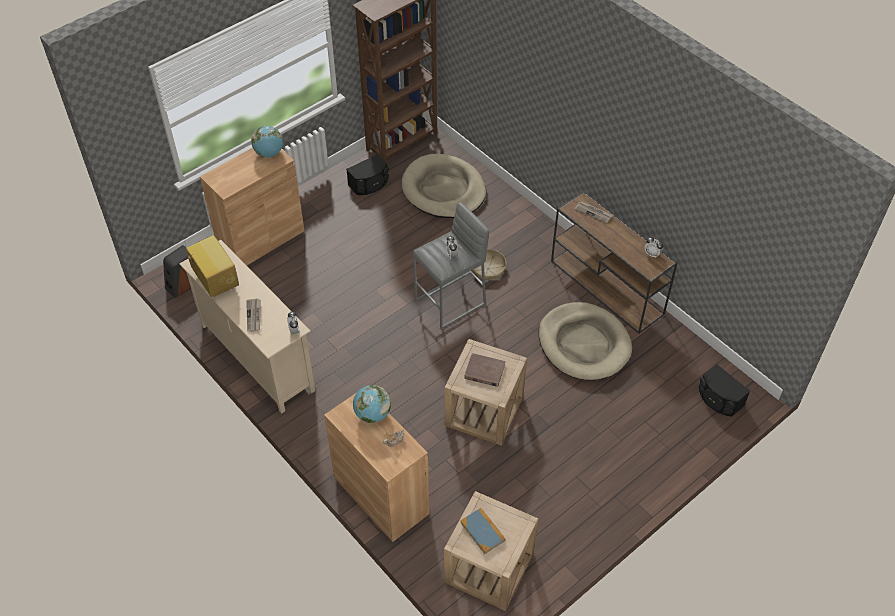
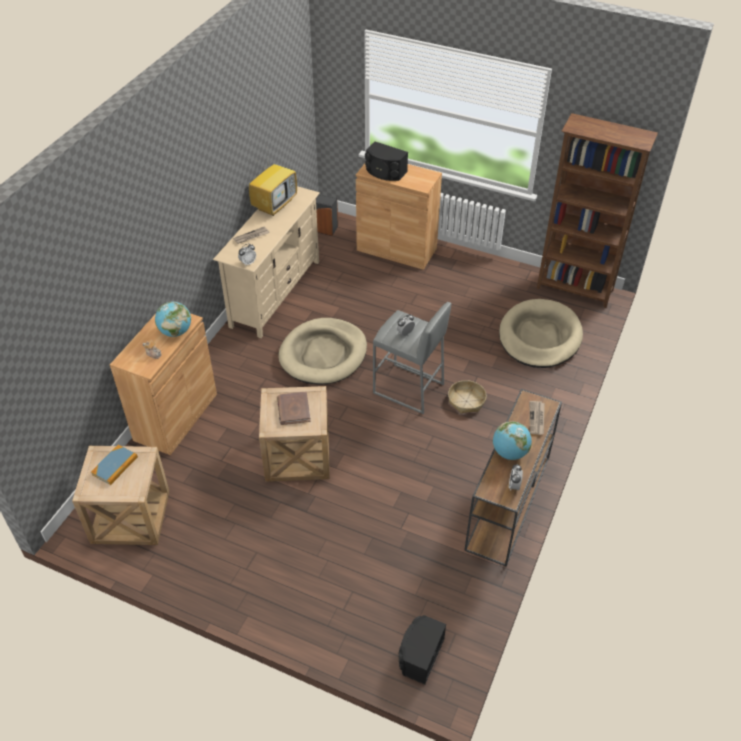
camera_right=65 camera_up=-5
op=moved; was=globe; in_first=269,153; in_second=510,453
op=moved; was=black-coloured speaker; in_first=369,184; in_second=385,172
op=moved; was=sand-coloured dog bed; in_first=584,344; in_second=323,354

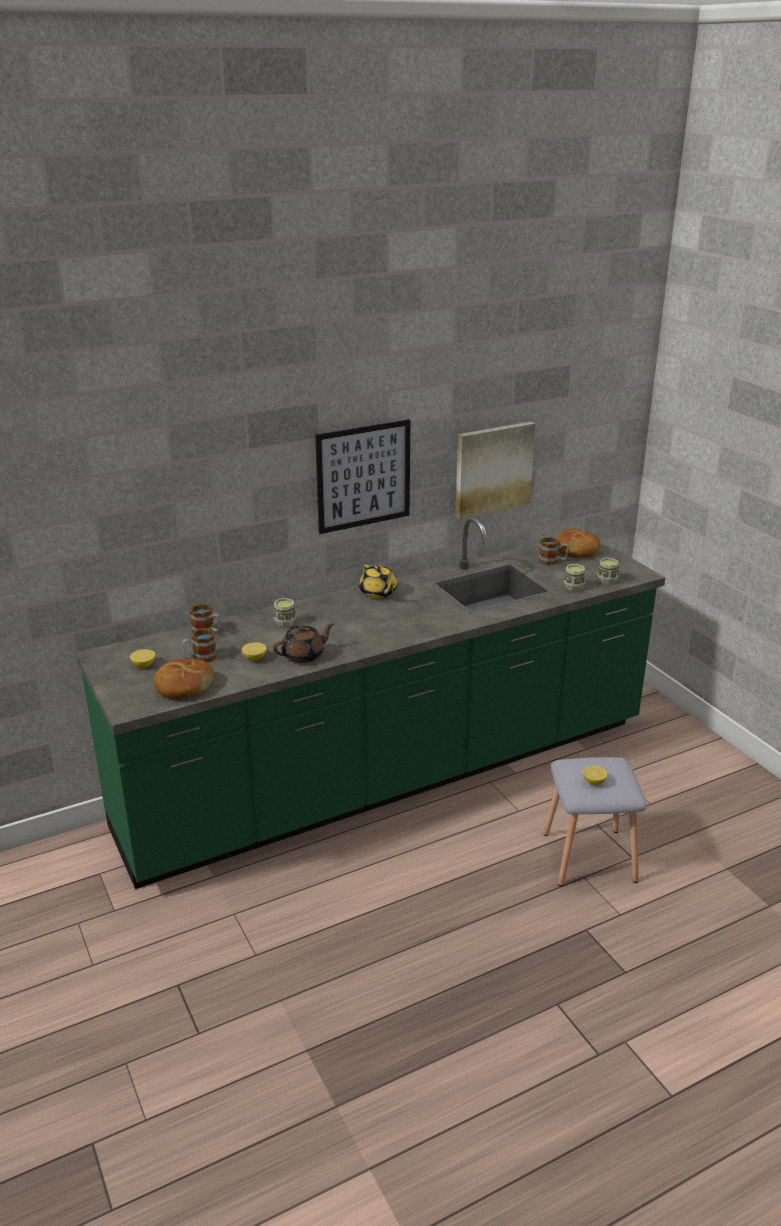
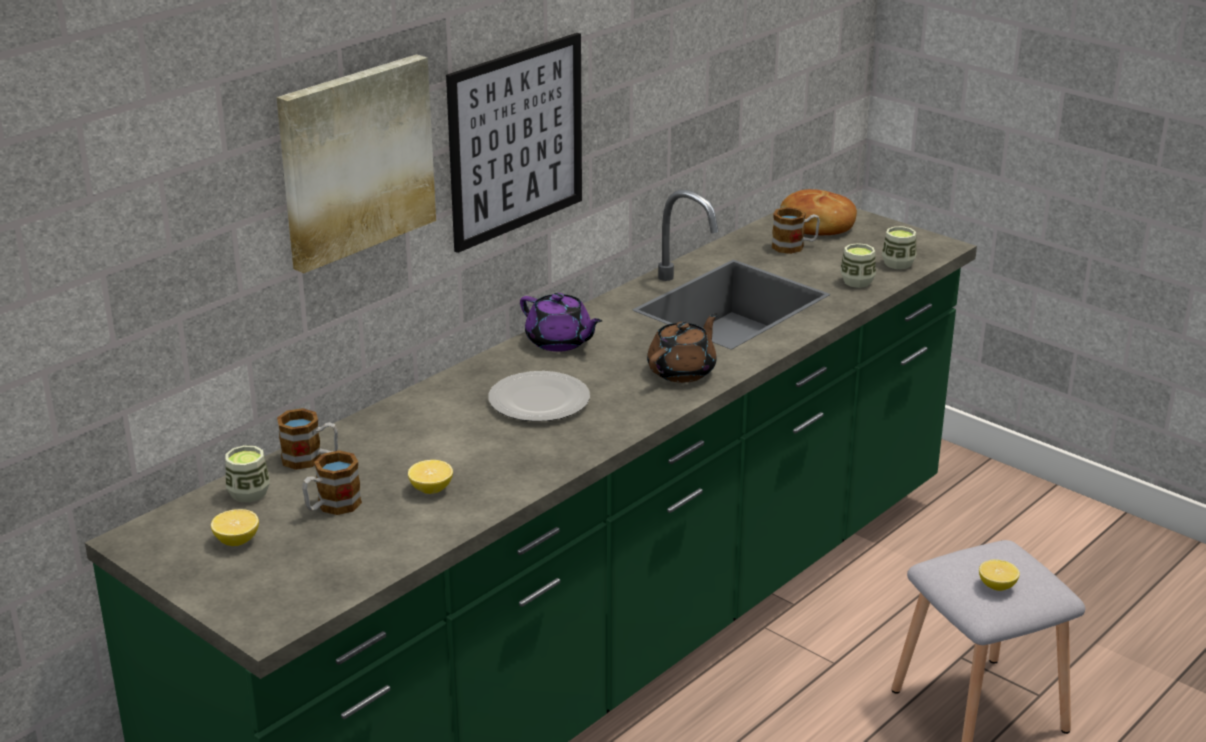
camera_right=-20 camera_up=0
op=moved; was=wall picture; in_first=493,468; in_second=355,160
op=recoloured; was=yellow tea pot; now=purple-coloured tea pot; in_first=378,593; in_second=559,342
op=moved; was=cup; in_first=285,623; in_second=249,493
op=moved; was=brownish tea pot; in_first=304,655; in_second=683,371
op=removed; was=bakery bread; in_first=183,686
op=added; now=dinner plate; in_second=538,401

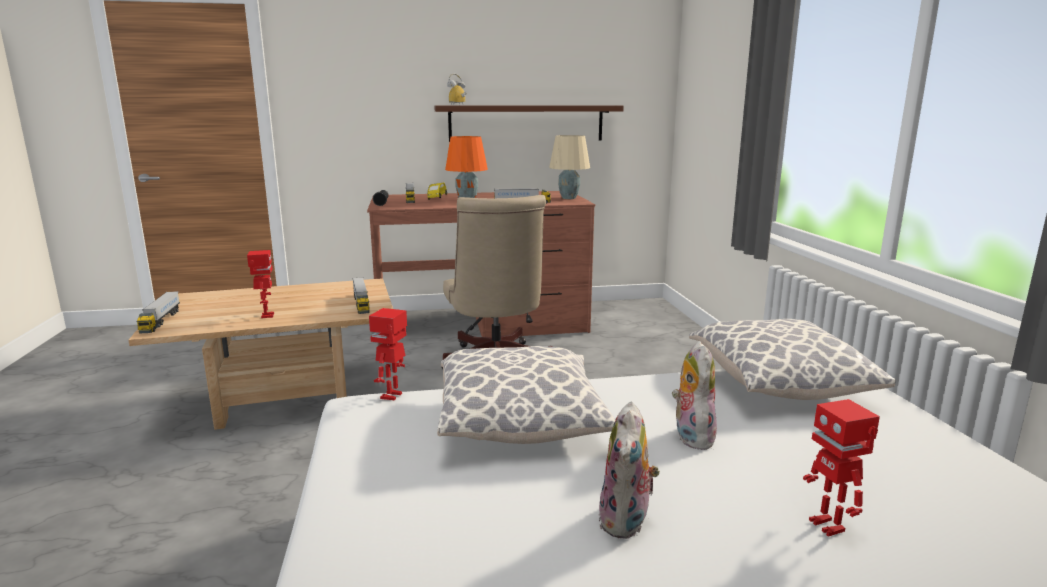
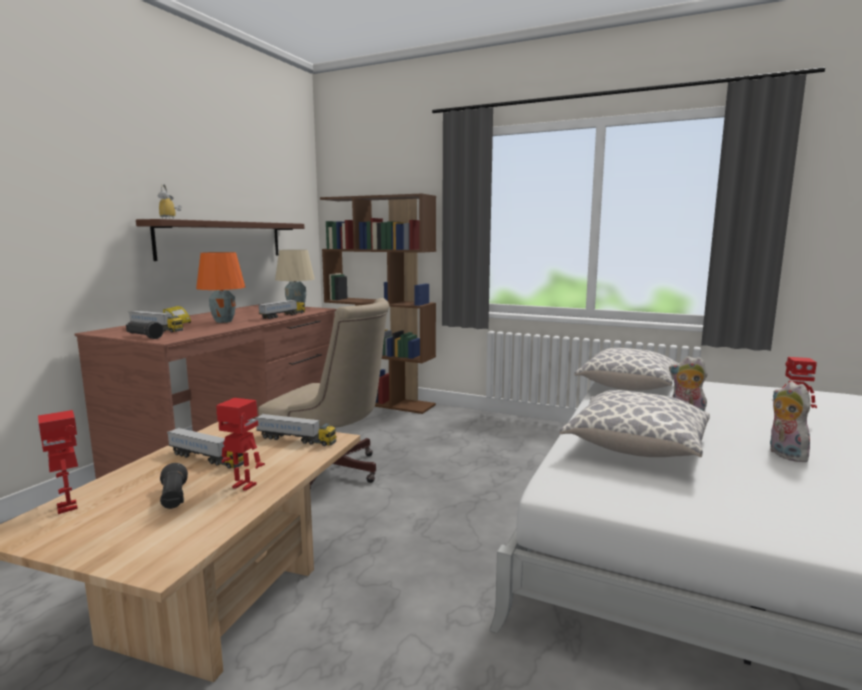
camera_right=-55 camera_up=-5
op=moved; was=model truck; in_first=161,321; in_second=206,459
op=moved; was=robot figure; in_first=392,396; in_second=68,507
op=turned; was=plush toy; in_first=627,522; in_second=784,454; clockwise=-150
op=added; now=brownish bookshelf; in_second=381,402
op=added; now=black-coloured hand torch; in_second=174,498

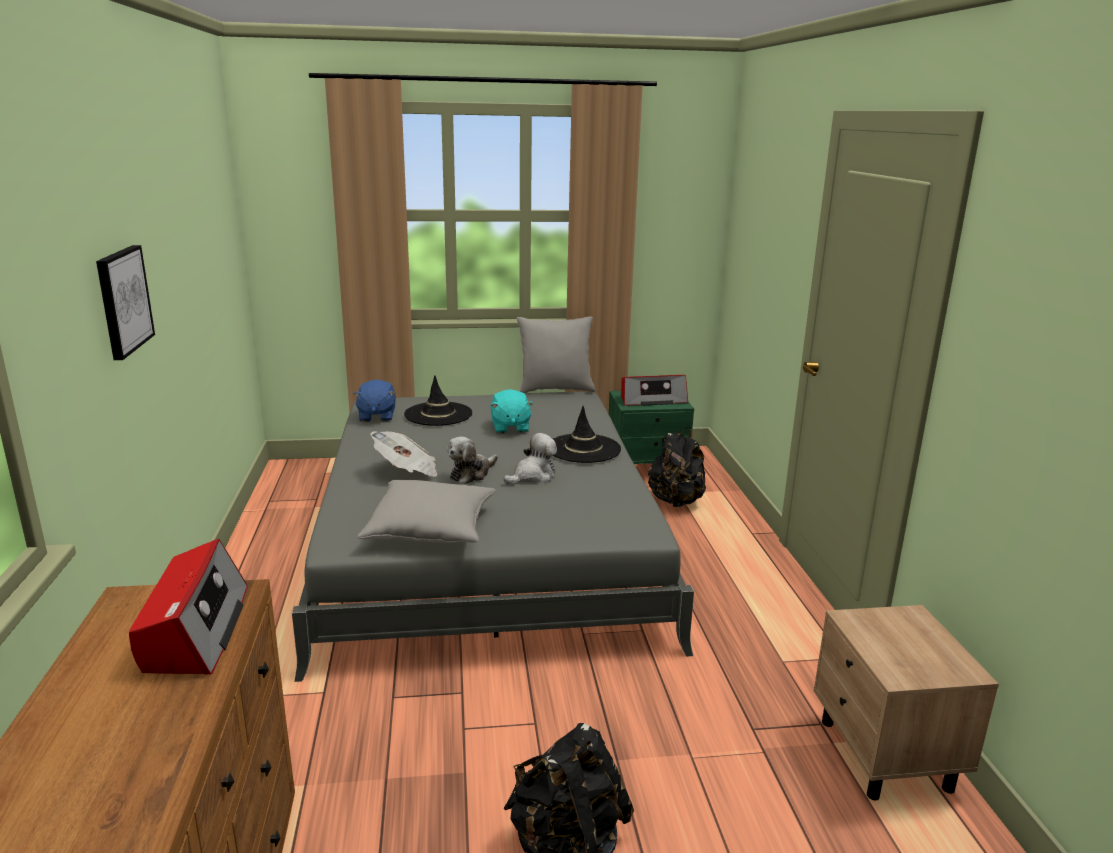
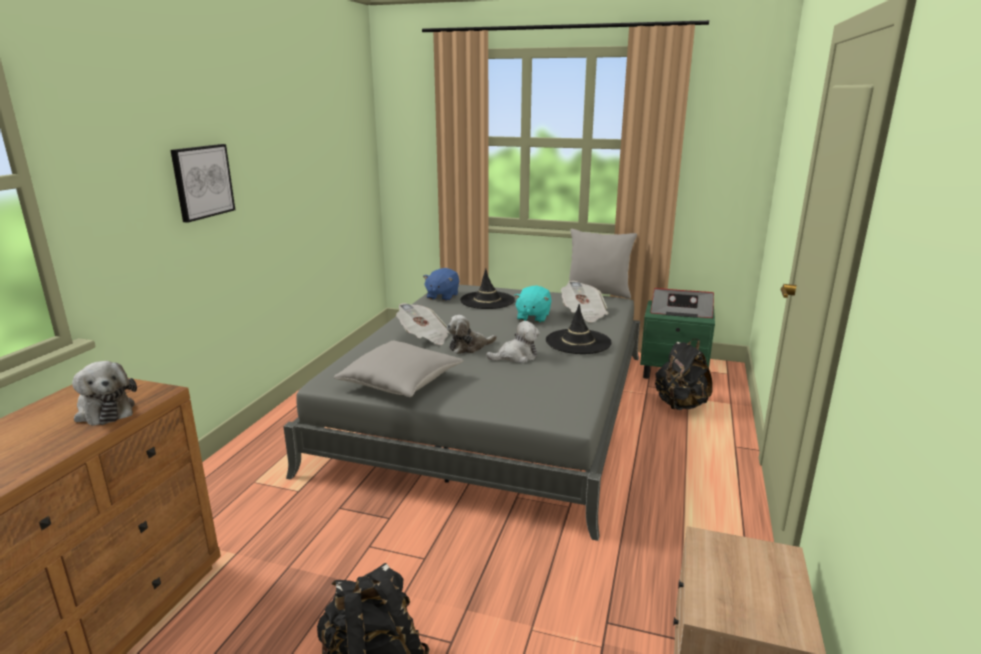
camera_right=25 camera_up=0
op=replaced; was=radio receiver; now=plush toy; in_first=195,629; in_second=105,411
op=added; now=daily paper; in_second=583,314

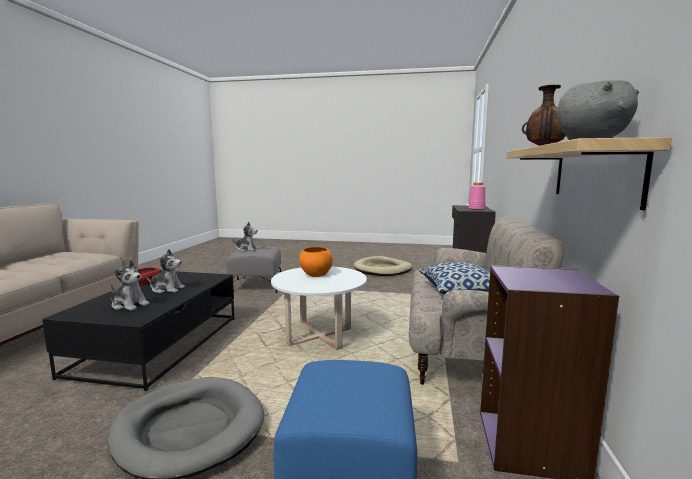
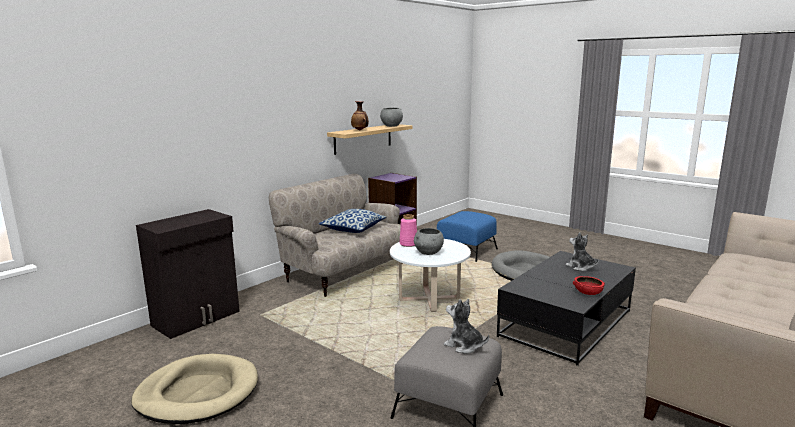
camera_right=-150 camera_up=5
op=moved; was=pink-coloured vase; in_first=476,209; in_second=408,244
op=recoloured; was=orange serving bowl; now=grey serving bowl; in_first=316,274; in_second=428,253
op=removed; was=plush toy; in_first=167,289

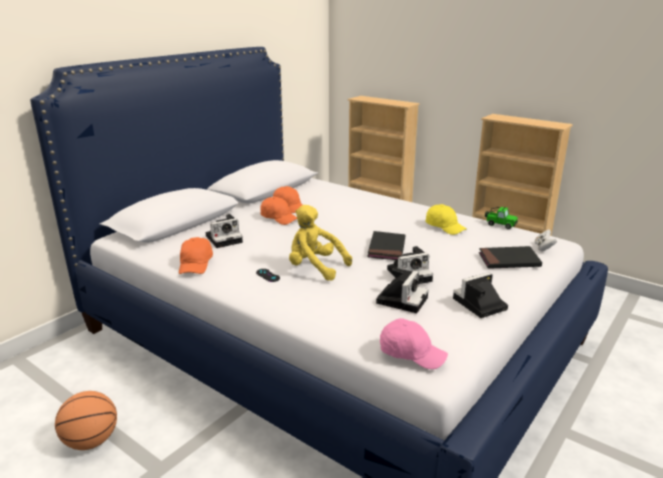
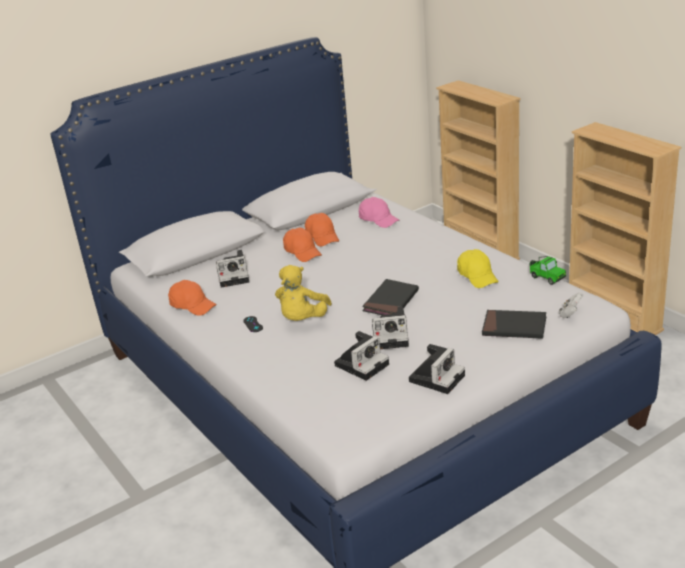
camera_right=20 camera_up=5
op=turned; was=yellow plush toy; in_first=315,268; in_second=302,319; clockwise=-120
op=turned; was=orange baseball cap; in_first=196,264; in_second=193,306; clockwise=-75
op=turned; was=photo camera; in_first=478,305; in_second=437,377; clockwise=135
op=moved; was=pink-coloured baseball cap; in_first=411,353; in_second=378,220
op=removed; was=basketball ball; in_first=91,441

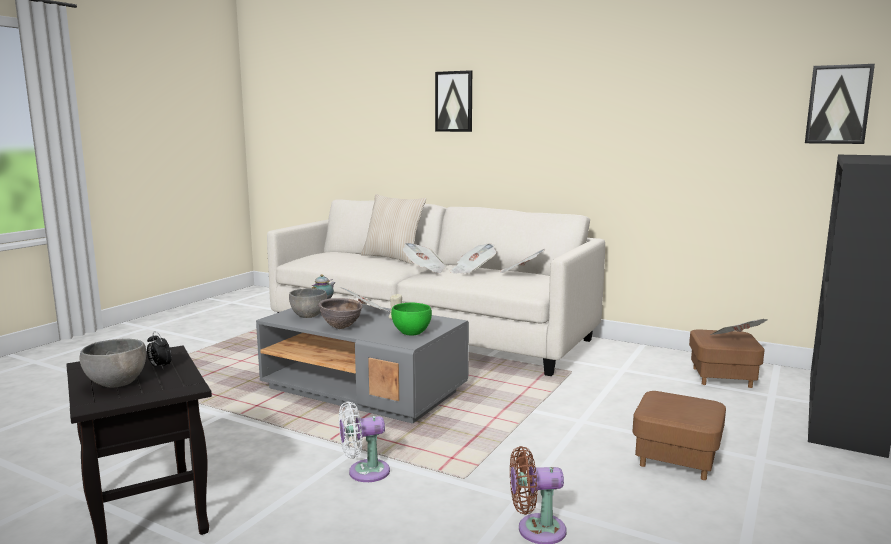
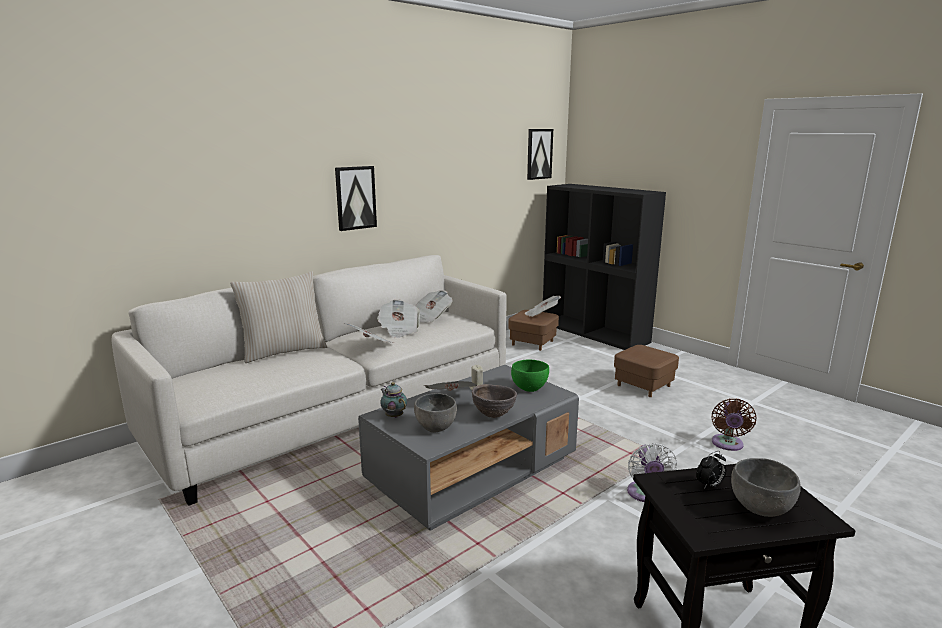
camera_right=-70 camera_up=5
op=moved; was=wall picture; in_first=454,101; in_second=355,198

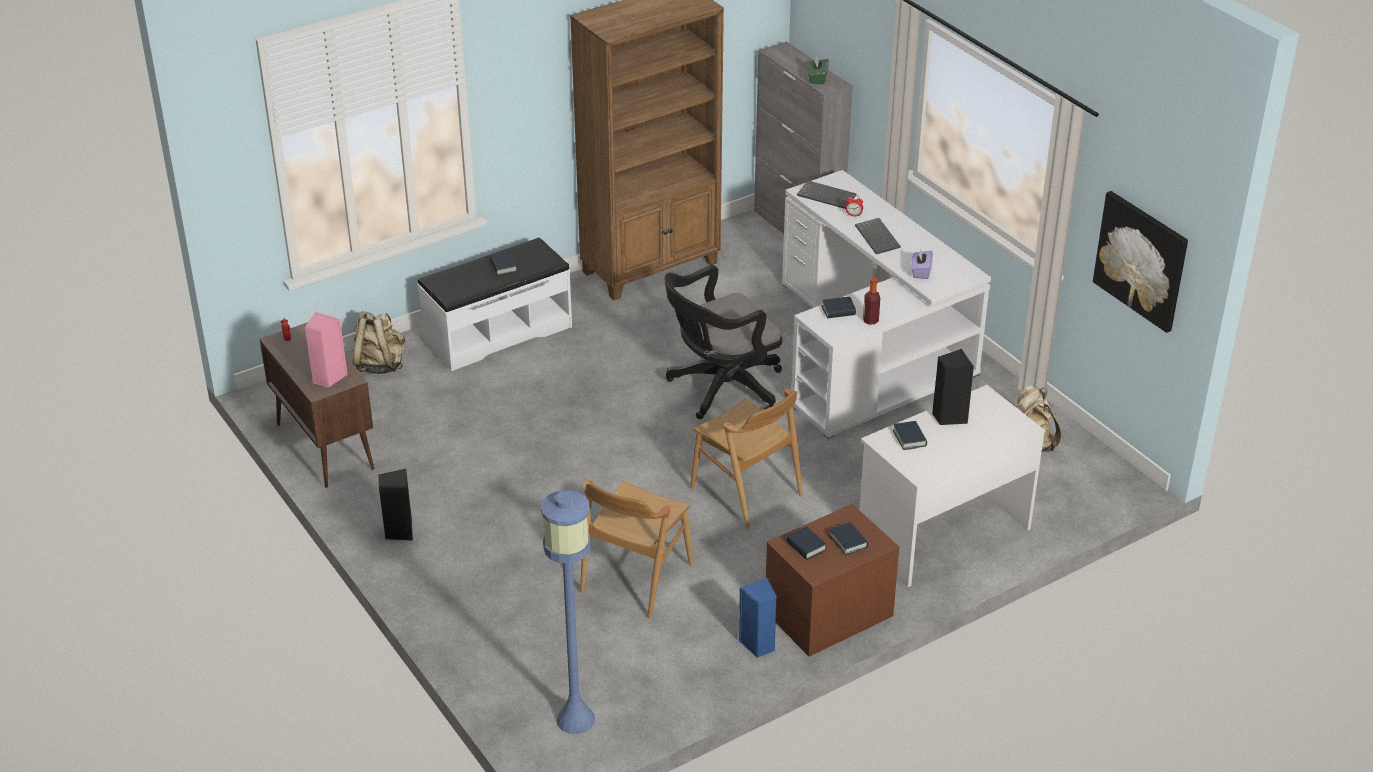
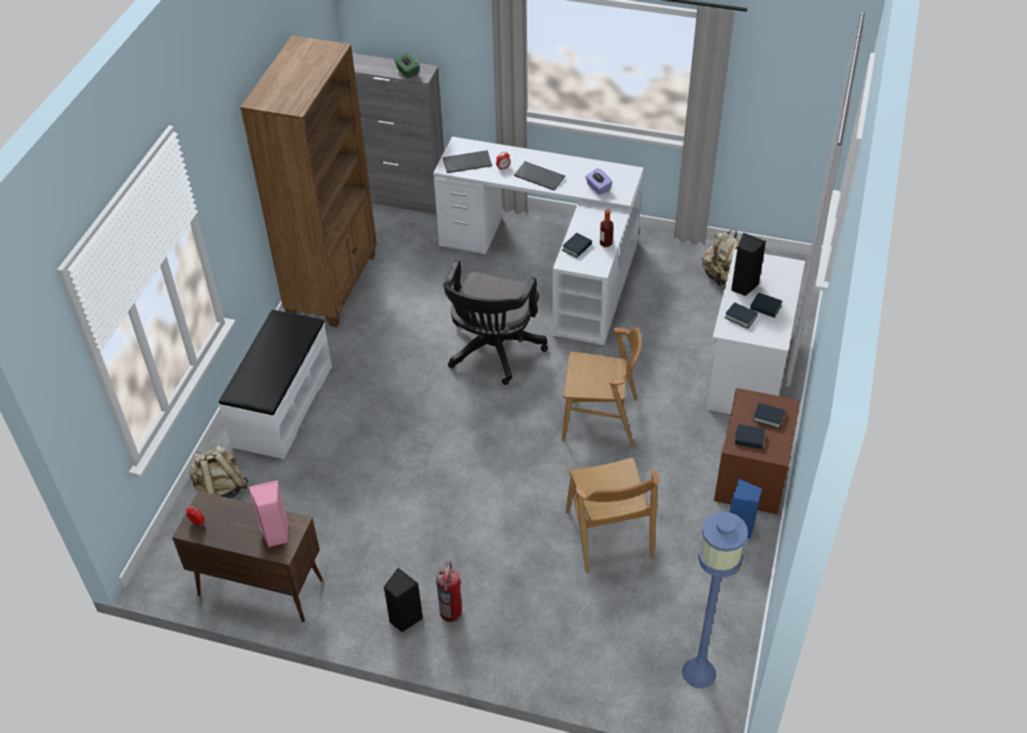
camera_right=-40 camera_up=10
op=removed; was=wall picture; in_first=1141,260
op=moved; was=bound book; in_first=503,267; in_second=765,308
op=added; now=extinguisher; in_second=451,612

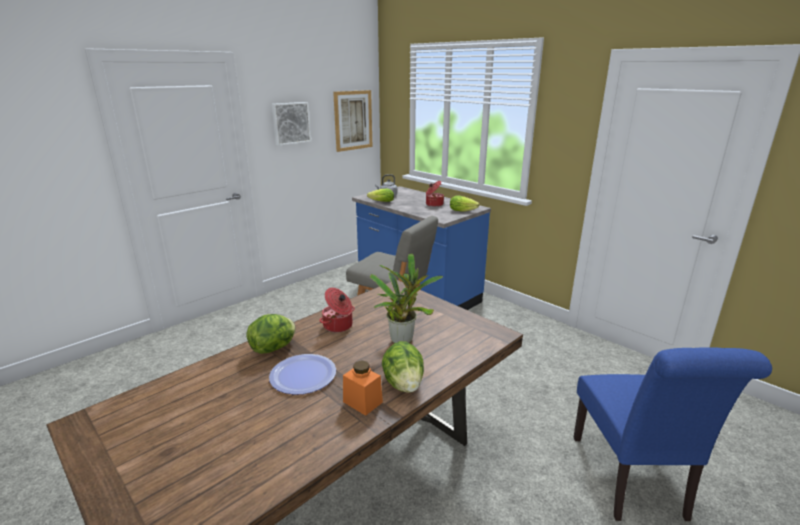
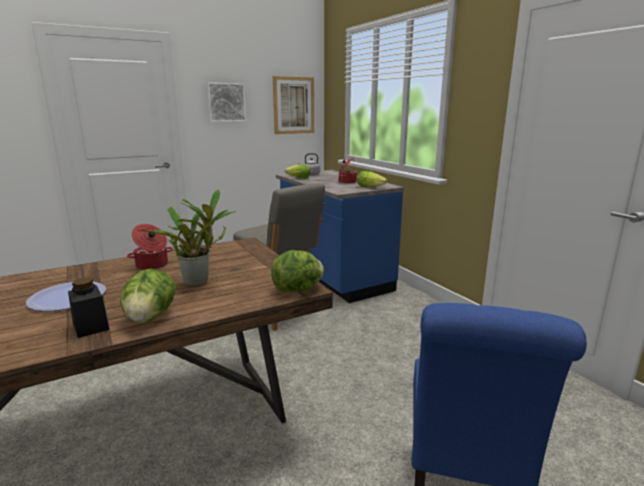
camera_right=15 camera_up=-5
op=moved; was=lettuce head; in_first=274,348; in_second=298,290
op=recoloured; was=orange storage jar; now=black-coloured storage jar; in_first=362,402; in_second=91,326

